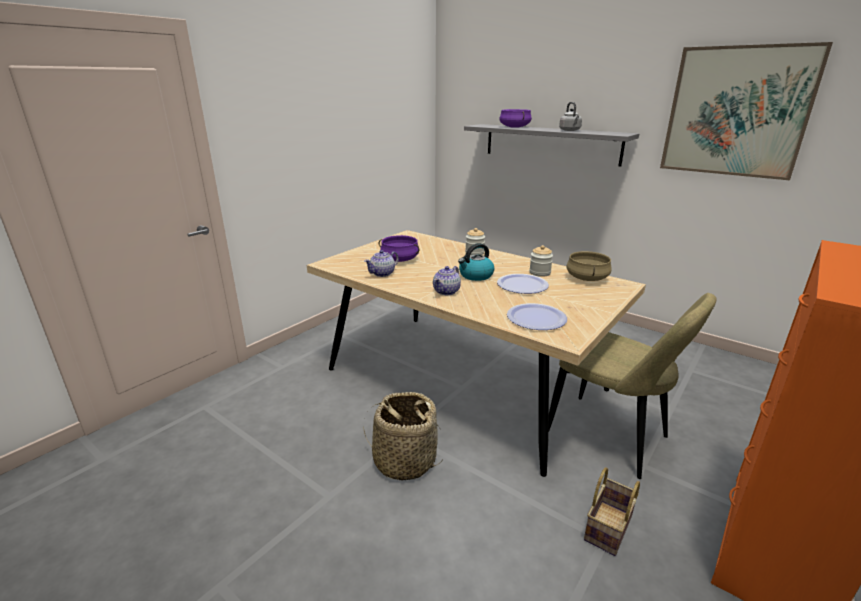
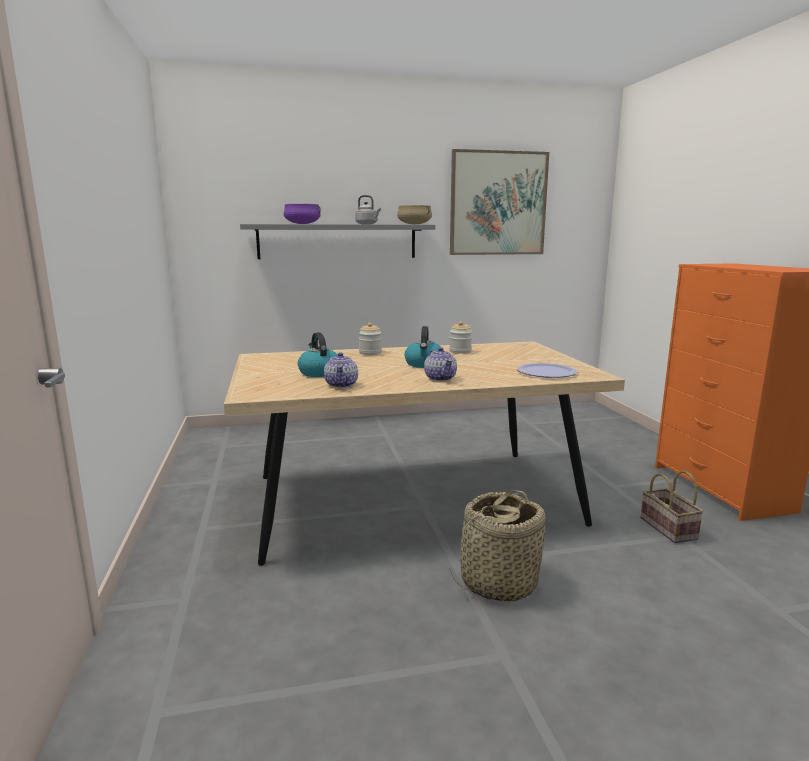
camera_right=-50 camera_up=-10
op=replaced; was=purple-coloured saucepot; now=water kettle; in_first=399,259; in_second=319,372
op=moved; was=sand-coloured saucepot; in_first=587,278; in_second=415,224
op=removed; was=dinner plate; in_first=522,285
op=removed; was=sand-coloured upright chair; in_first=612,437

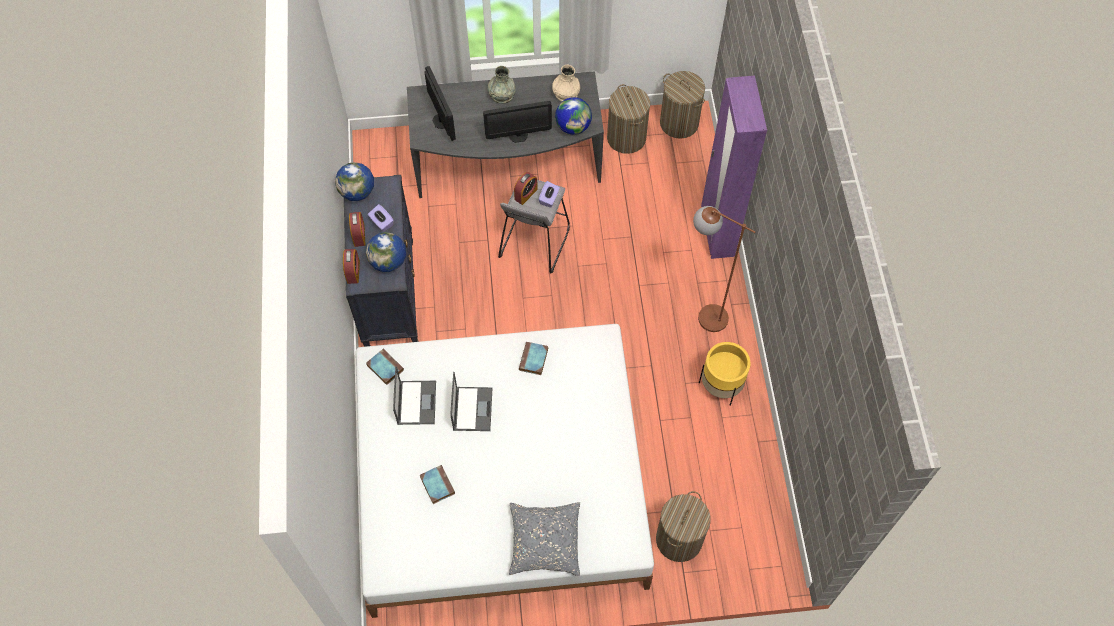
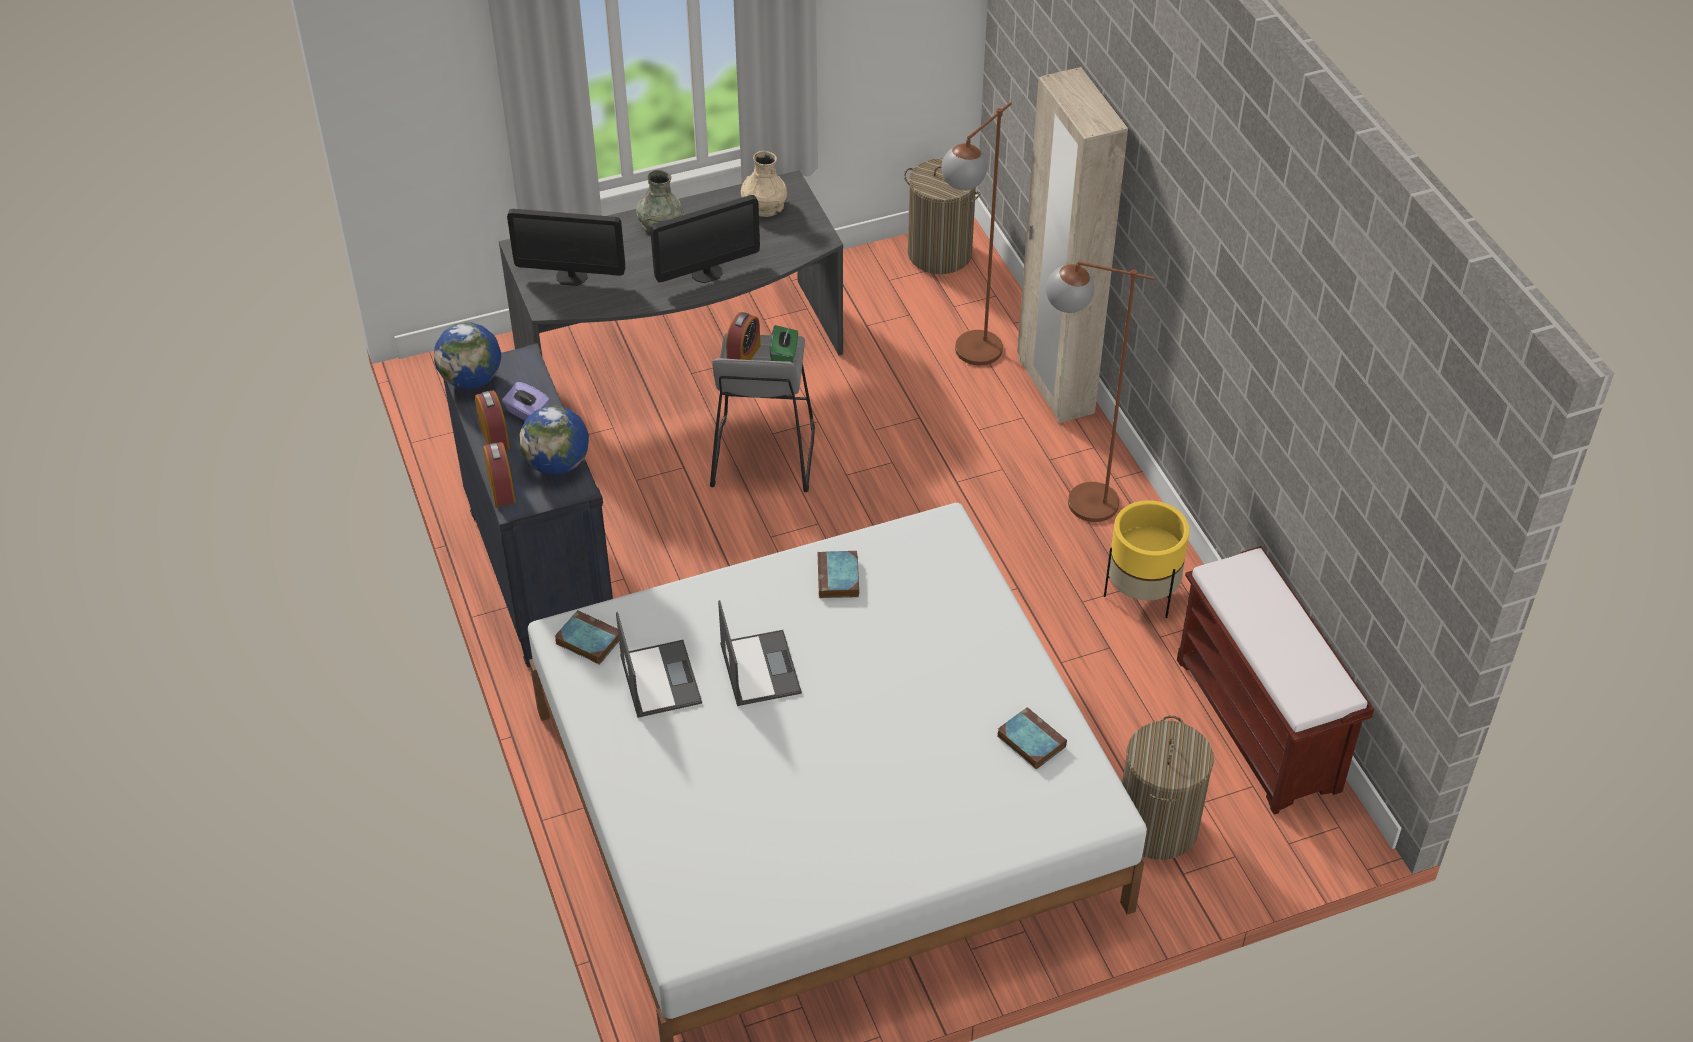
camera_right=-15 camera_up=-15
op=turned; was=computer screen; in_first=441,121; in_second=572,276; clockwise=135
op=recoloured; was=purple-coloured wardrobe; now=sand-coloured wardrobe; in_first=717,232; in_second=1054,387
op=removed; was=washing basket; in_first=626,138
op=removed; was=globe; in_first=573,126
op=recoloured; was=purple-coloured box of tissues; now=greenish box of tissues; in_first=549,199; in_second=784,354
op=moved; was=bound book; in_first=436,485; in_second=1029,741
op=removed; was=grey throw pillow; in_first=544,542
op=added; now=brownish standard lamp; in_second=968,358
op=added; now=brownish long seat; in_second=1259,725

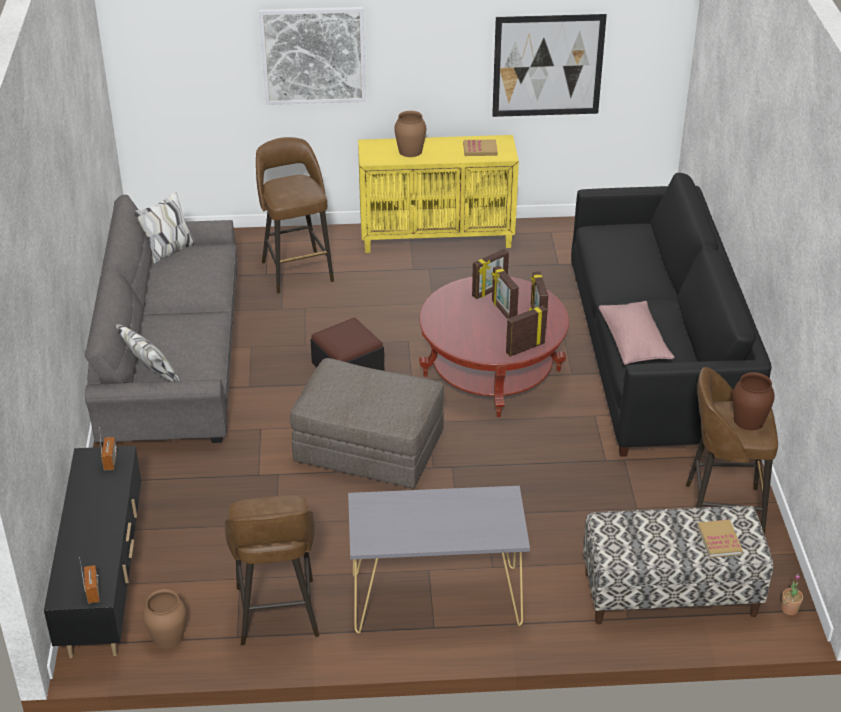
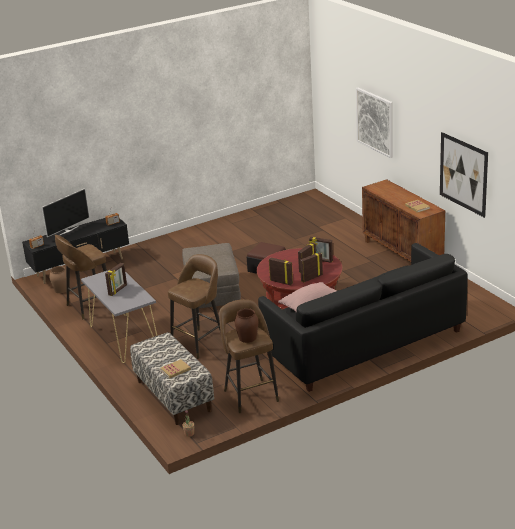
camera_right=65 camera_up=-10
op=removed; was=brownish vase; in_first=410,151
op=recoloured; was=yellow storage cabinet; now=brownish storage cabinet; in_first=437,237; in_second=403,254
op=moved; was=brownish stool; in_first=296,270; in_second=199,343
op=removed; was=grey sofa; in_first=172,356
op=added; now=TV; in_second=67,231
op=added; now=picture frame; in_second=118,290

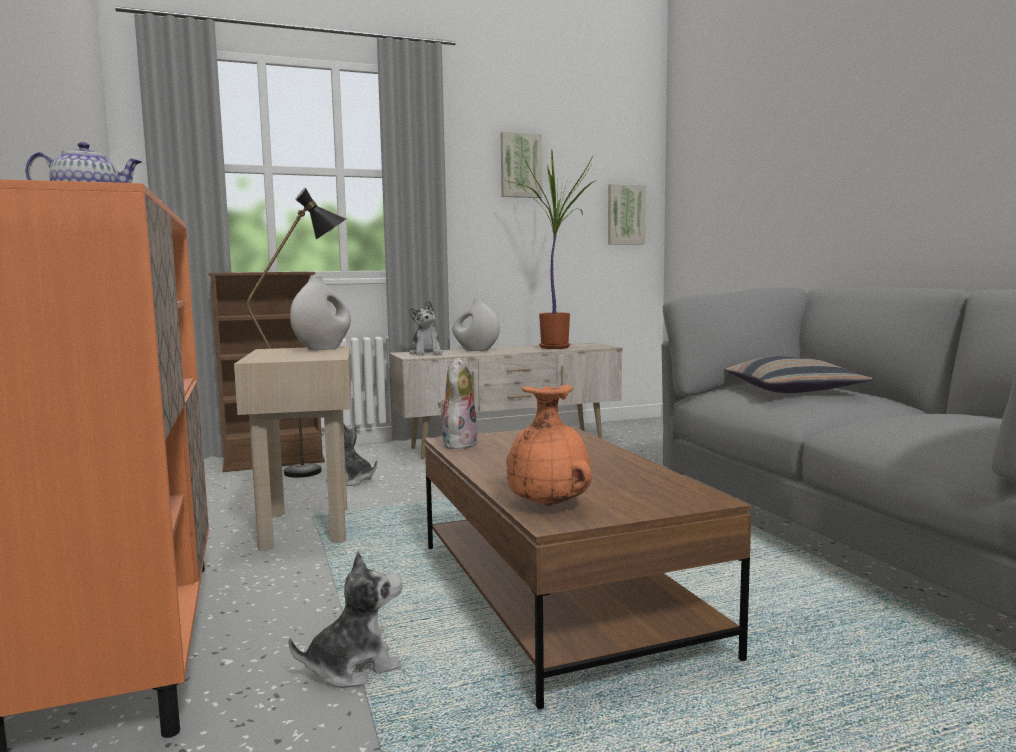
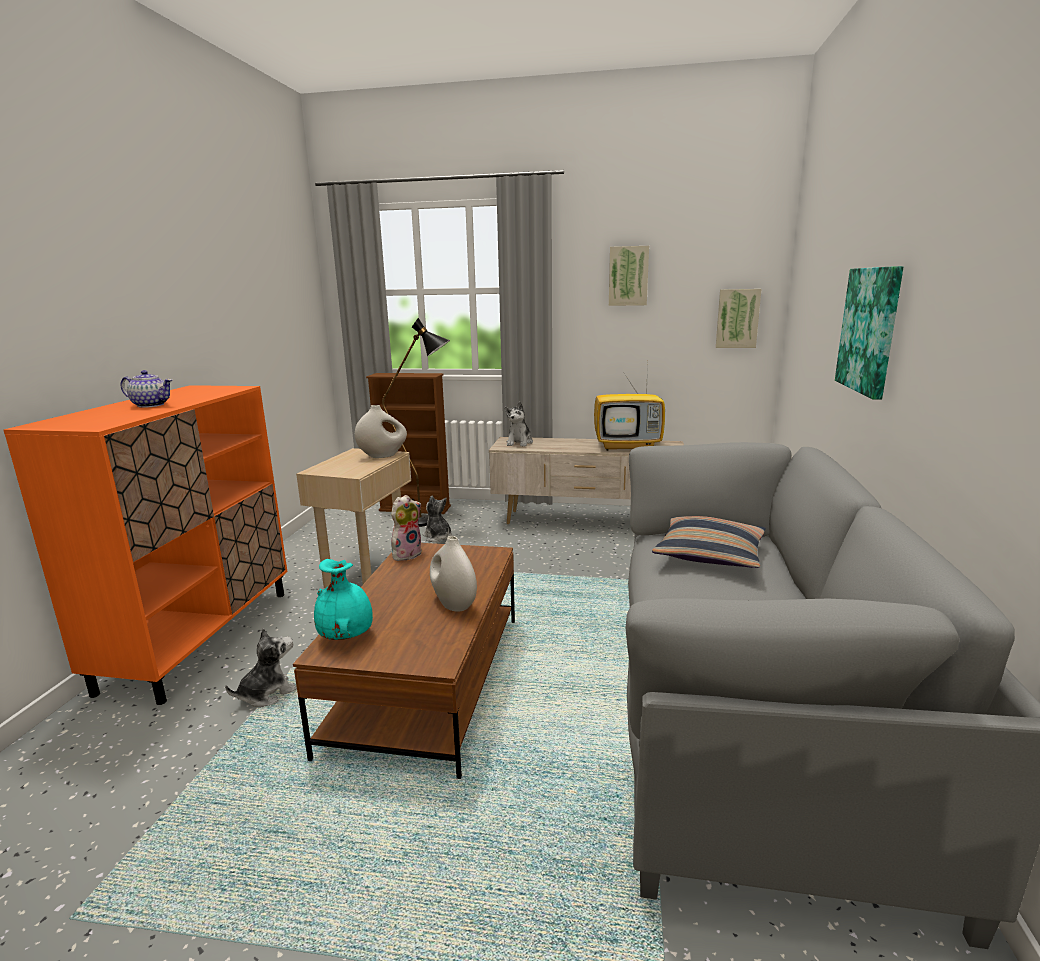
camera_right=30 camera_up=10
op=replaced; was=plant in a pot; now=TV; in_first=552,347; in_second=628,446
op=moved; was=whitish vase; in_first=476,350; in_second=453,604
op=recoloured; was=orange vase; now=turquoise vase; in_first=549,505; in_second=347,636
op=turned; was=plush toy; in_first=353,668; in_second=267,693; clockwise=-45
op=added; now=wall picture; in_second=870,330

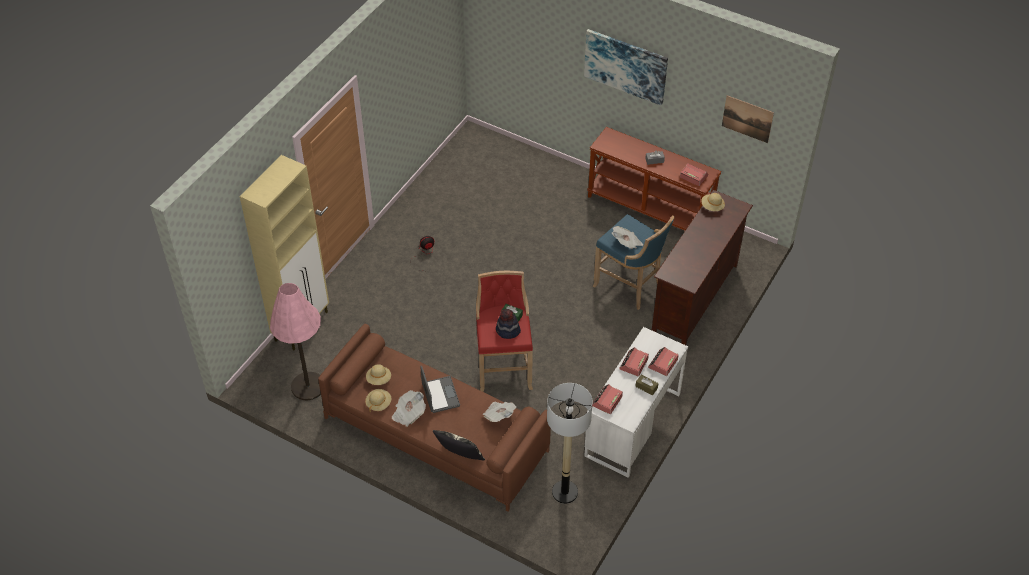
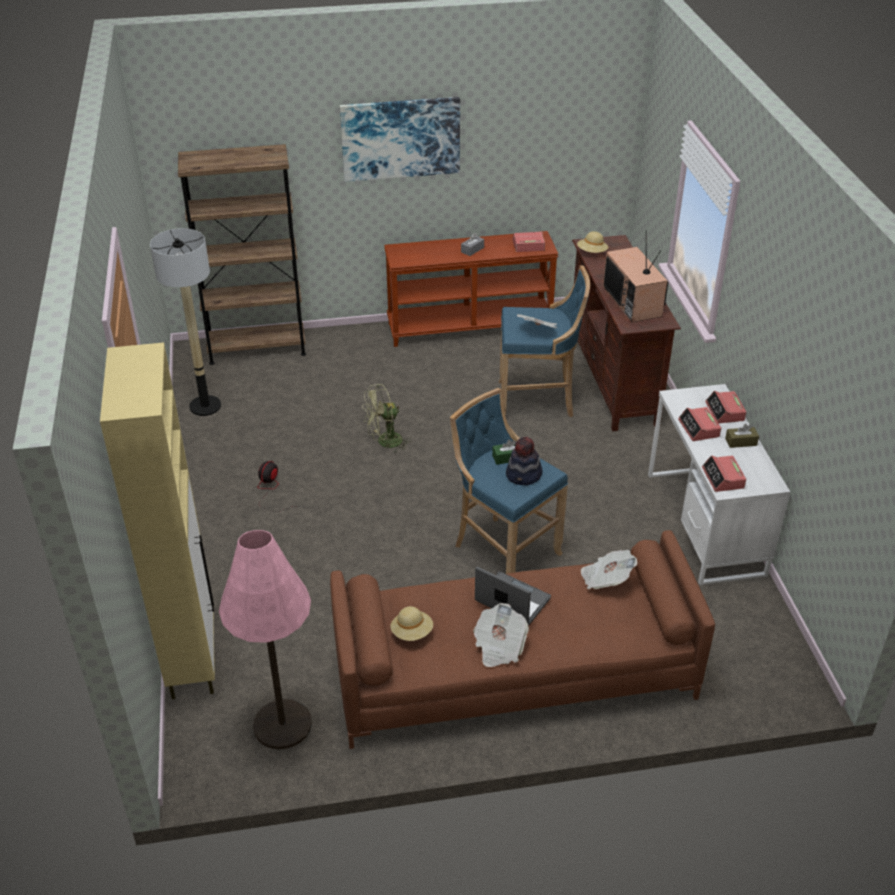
camera_right=-40 camera_up=-10
op=removed; was=wall picture; in_first=747,119
op=recoloured; was=red stool; now=bluish stool; in_first=503,367; in_second=502,550
op=moved; was=standard lamp; in_first=564,492; in_second=205,406
op=removed; was=sand-coloured clothing hat; in_first=378,403
op=removed; was=throw pillow; in_first=459,457
op=added; now=brownish bookshelf; in_second=257,348
op=added; now=TV; in_second=634,302
op=added; now=greenish electric fan; in_second=385,442

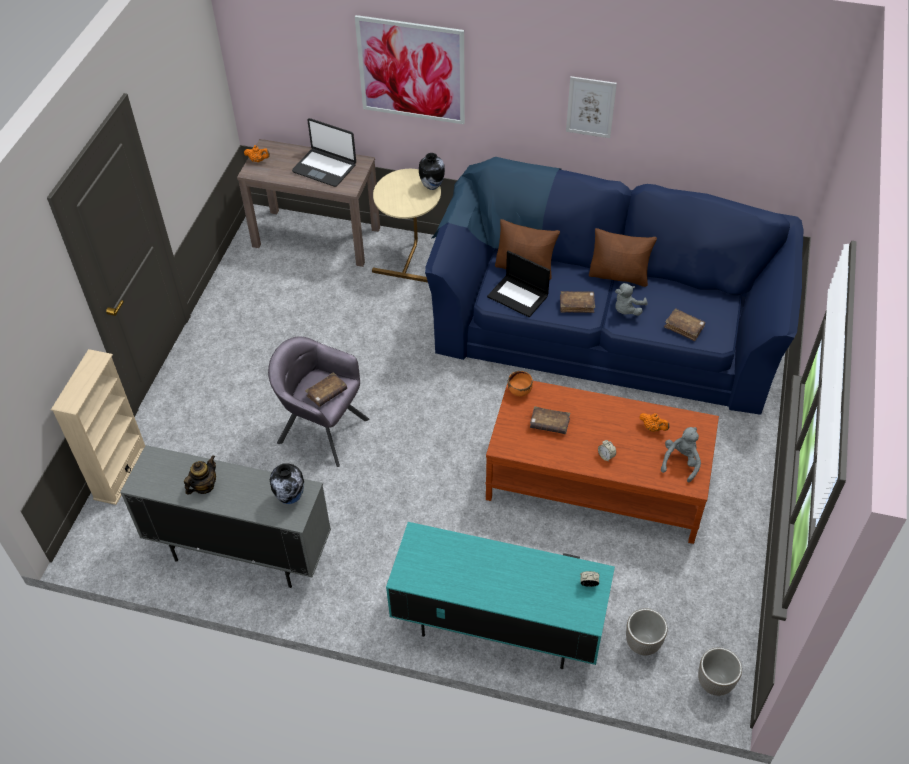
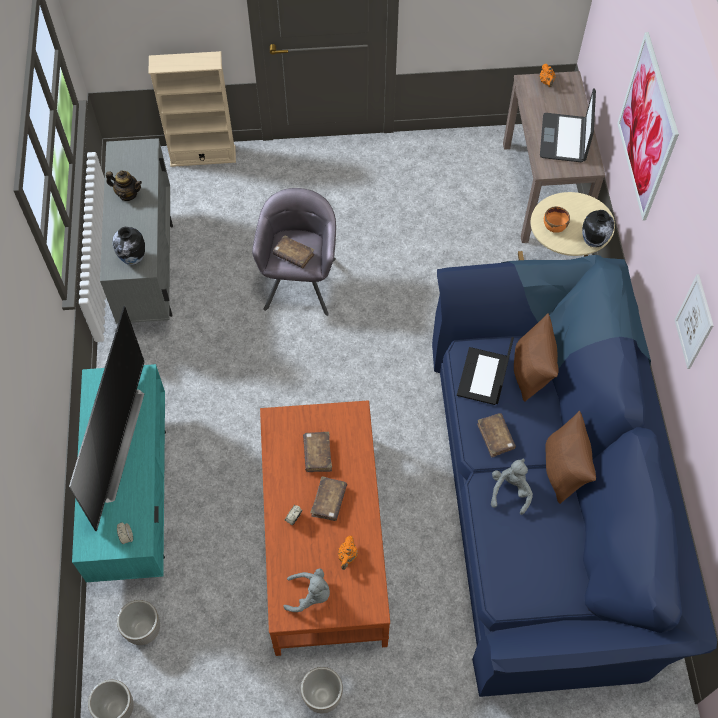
camera_right=70 camera_up=10
op=turned; was=grey plush toy; in_first=627,310; in_second=510,491; clockwise=90
op=moved; was=brownish bound book; in_first=684,327; in_second=329,501
op=moved; was=orange serving bowl; in_first=520,390; in_second=554,226
op=added; now=TV; in_second=114,443
op=added; now=plant pot; in_second=322,696

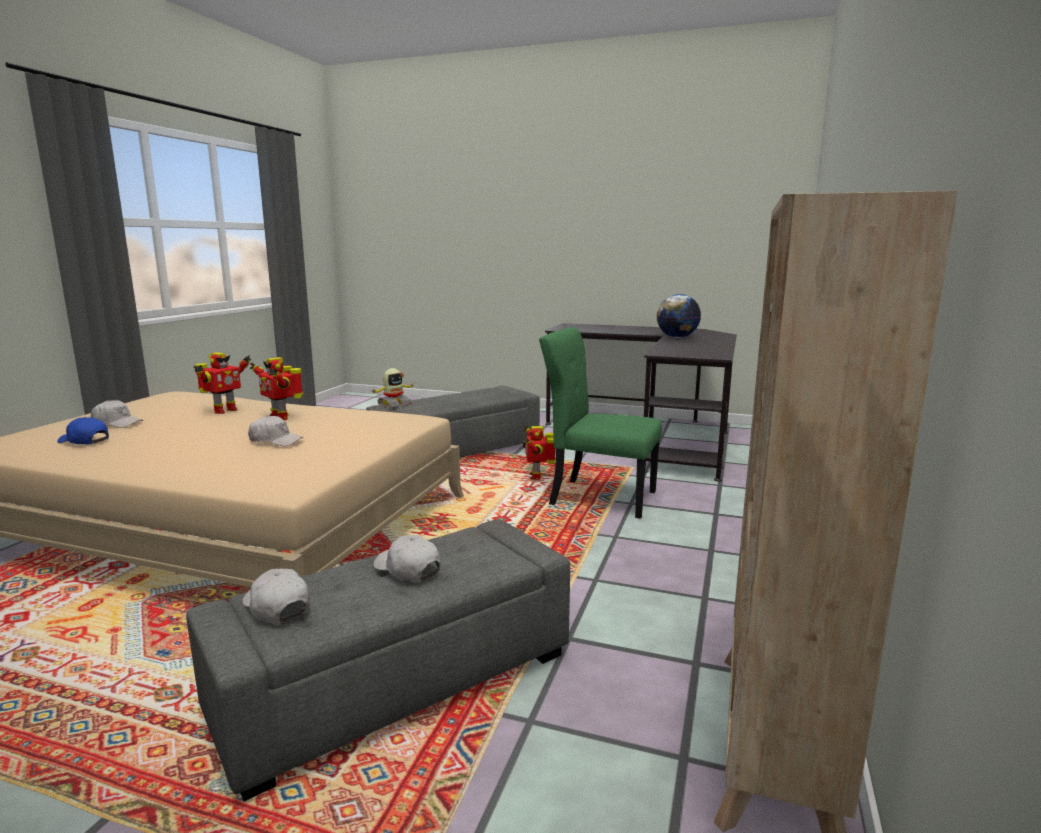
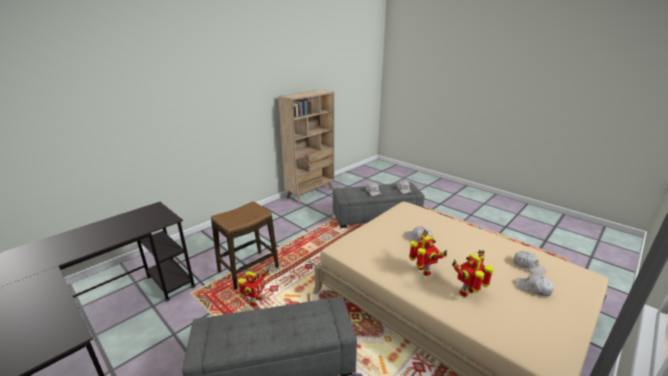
camera_right=-155 camera_up=10
op=removed; was=globe; in_first=677,337
op=replaced; was=greenish upright chair; now=stool; in_first=598,497; in_second=248,270
op=removed; was=robot figure; in_first=394,404
op=recoloured; was=bluish baseball cap; now=whitish baseball cap; in_first=84,441; in_second=528,266

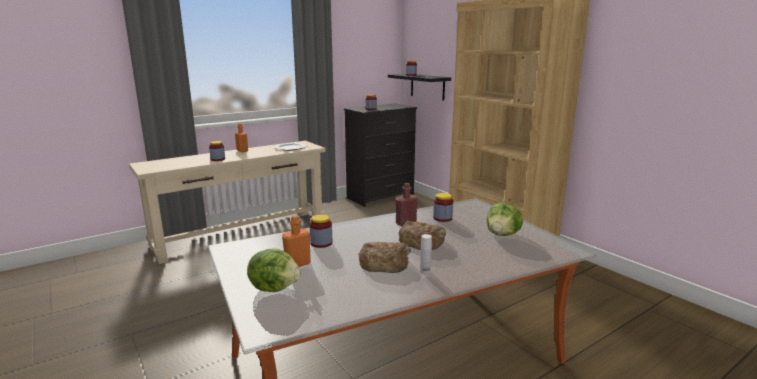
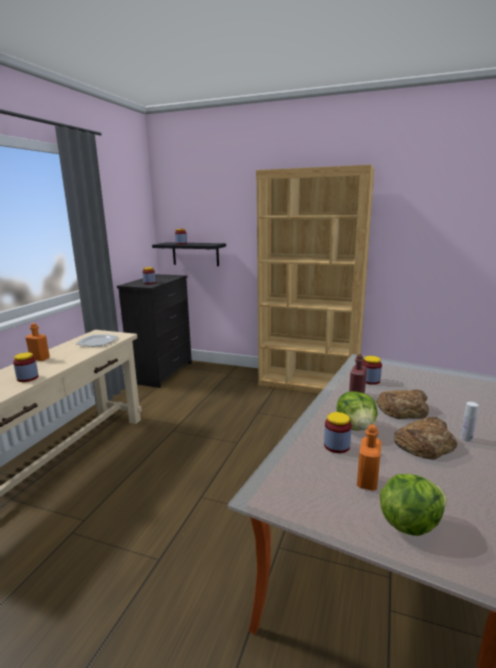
camera_right=-35 camera_up=0
op=moved; was=lettuce head; in_first=502,235; in_second=356,427

